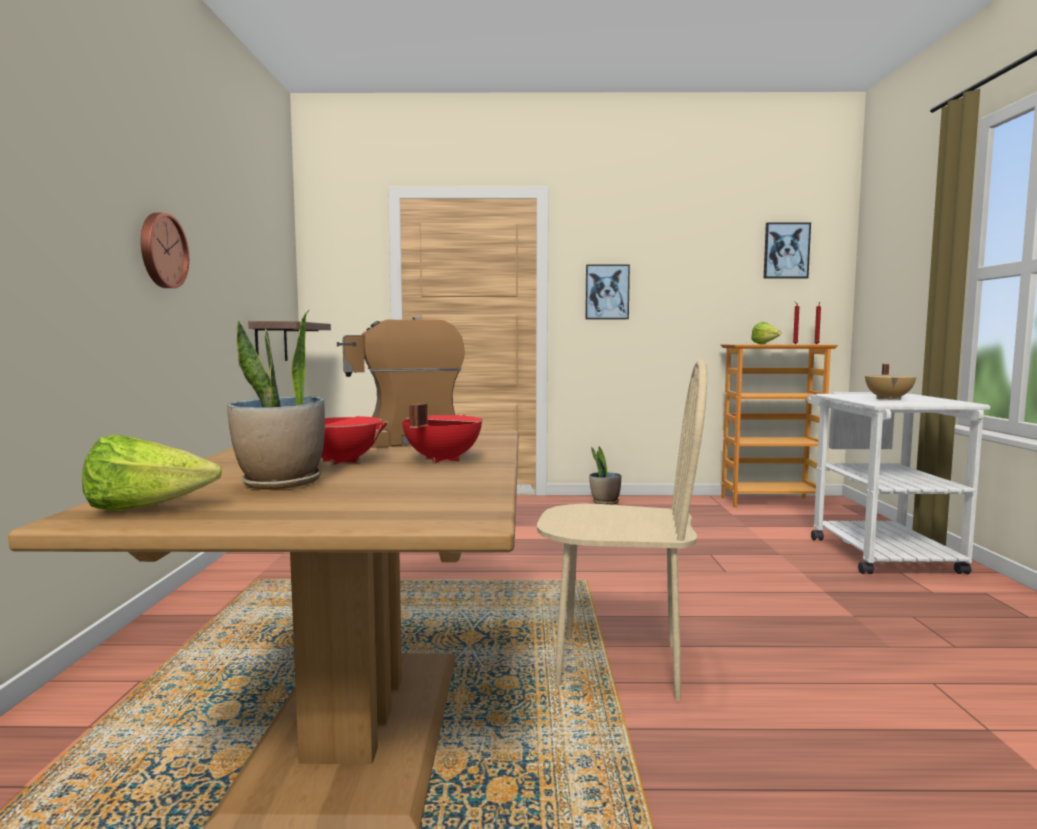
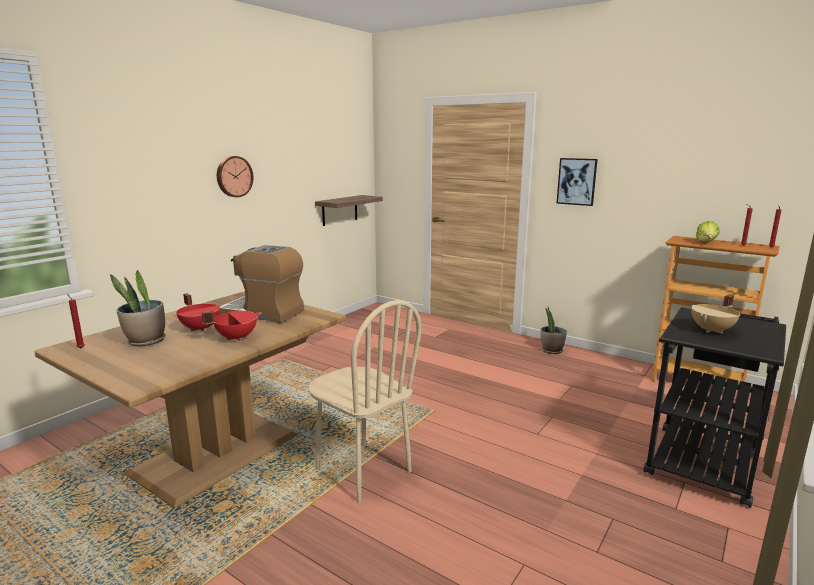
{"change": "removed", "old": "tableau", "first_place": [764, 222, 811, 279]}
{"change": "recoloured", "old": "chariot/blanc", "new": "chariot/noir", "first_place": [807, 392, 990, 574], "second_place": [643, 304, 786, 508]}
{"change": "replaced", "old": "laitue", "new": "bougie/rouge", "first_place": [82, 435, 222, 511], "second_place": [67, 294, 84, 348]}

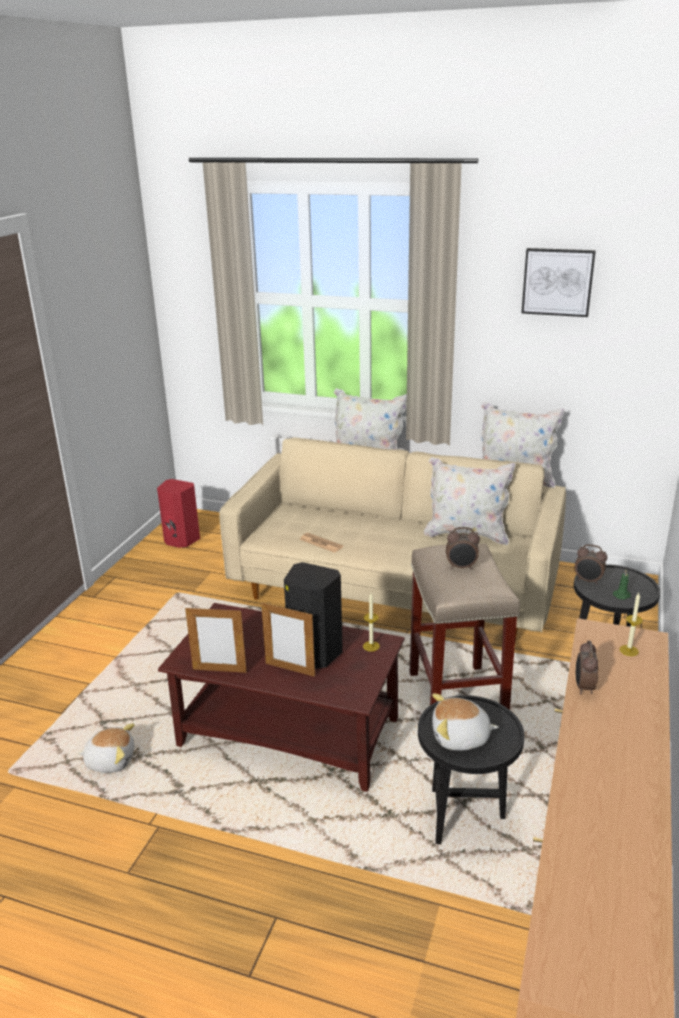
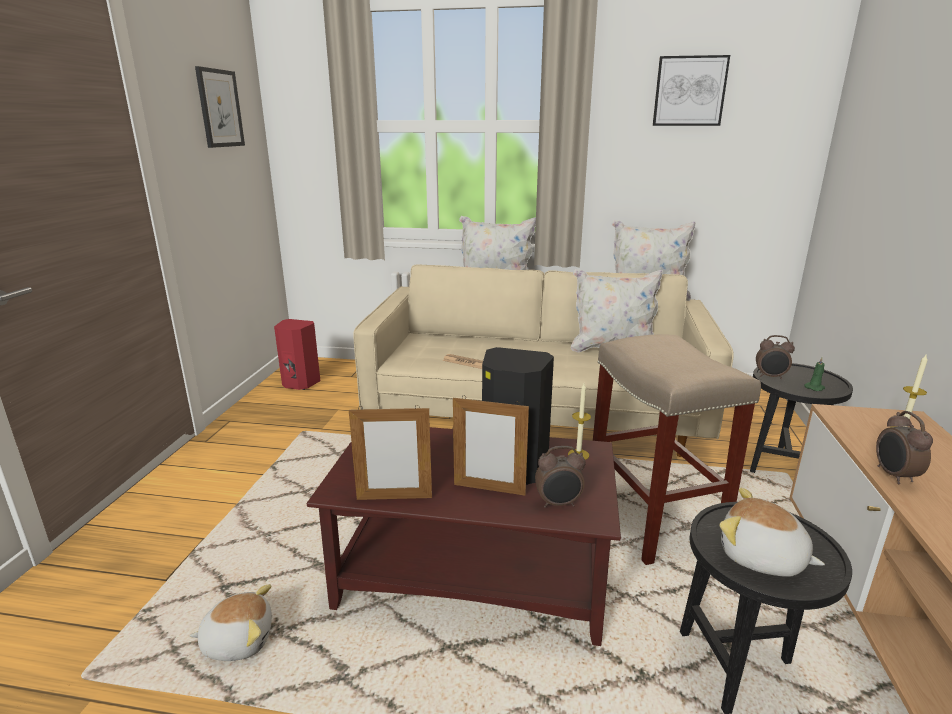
{"change": "moved", "old": "réveil", "first_place": [446, 527, 480, 570], "second_place": [535, 446, 586, 508]}
{"change": "turned", "old": "peluche", "first_place": [432, 693, 499, 750], "second_place": [720, 488, 825, 577], "degrees": 45}
{"change": "added", "new": "tableau", "second_place": [195, 66, 245, 148]}

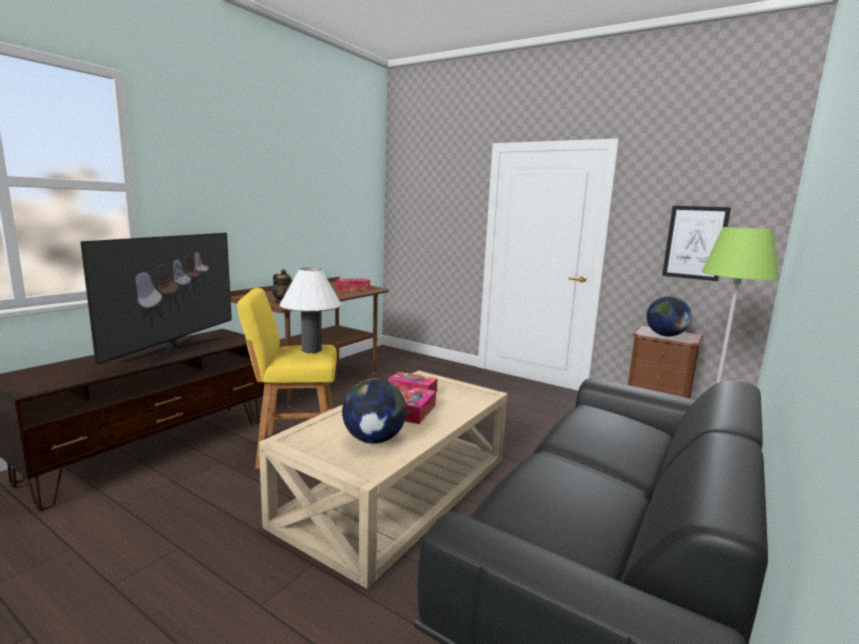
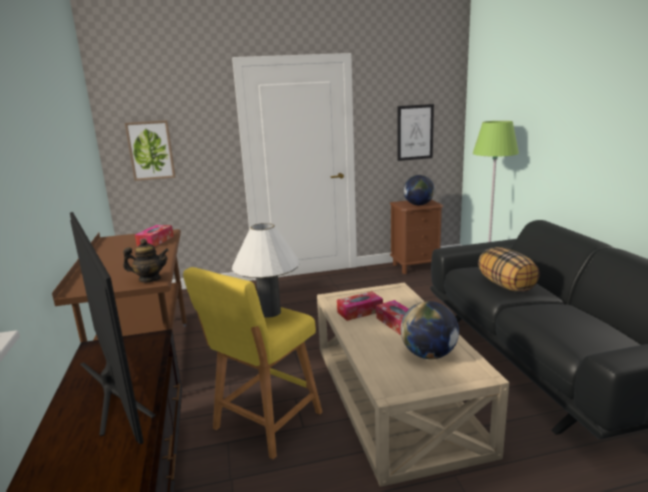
{"change": "added", "new": "tableau", "second_place": [125, 120, 176, 181]}
{"change": "added", "new": "coussin", "second_place": [478, 247, 540, 292]}

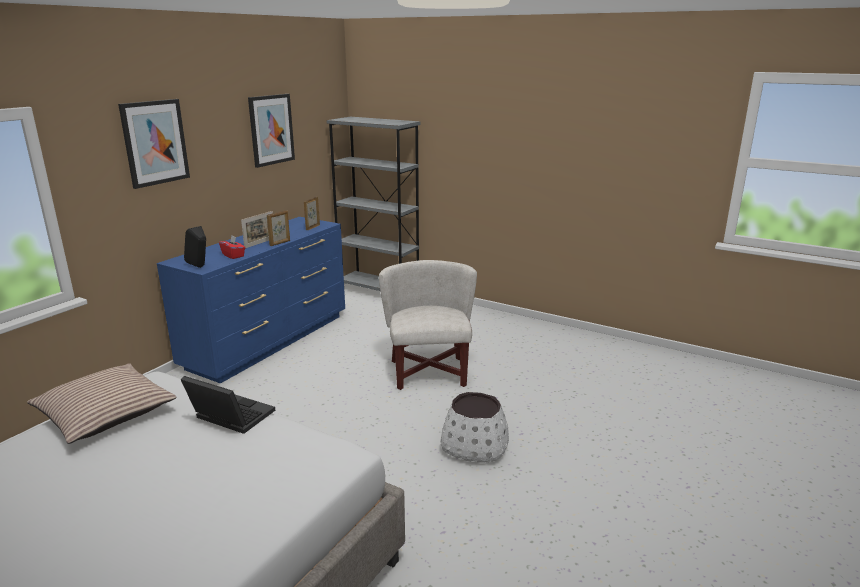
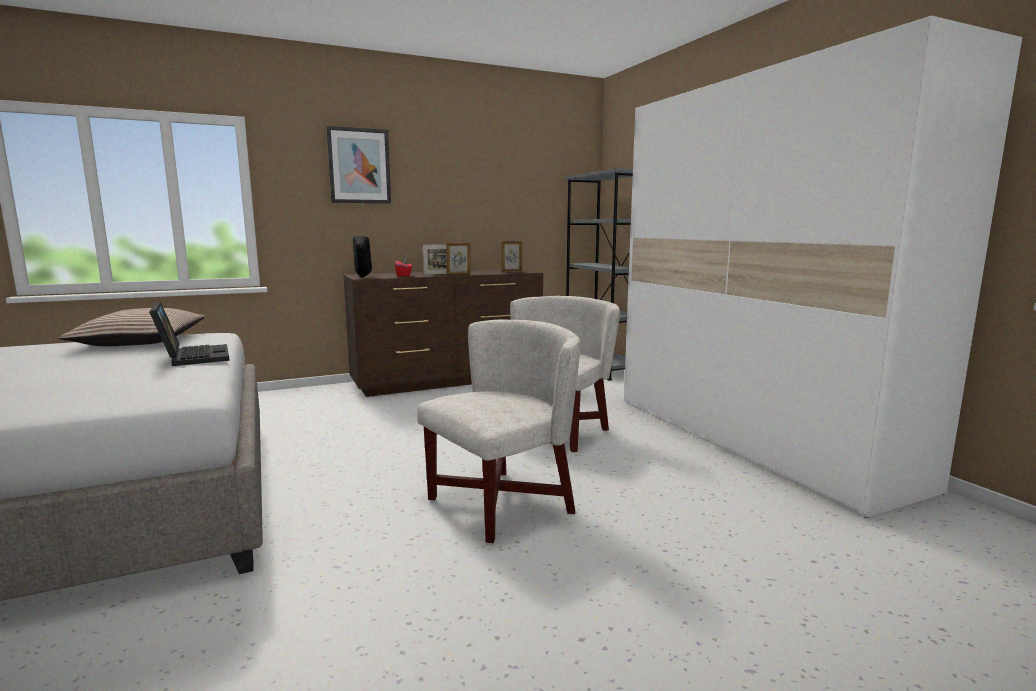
{"change": "removed", "old": "tableau", "first_place": [248, 94, 295, 168]}
{"change": "recoloured", "old": "commode/bleu", "new": "commode/marron", "first_place": [157, 217, 345, 383], "second_place": [343, 269, 543, 397]}
{"change": "replaced", "old": "cache-pot/blanc", "new": "fauteuil/blanc", "first_place": [441, 392, 509, 463], "second_place": [417, 320, 580, 543]}
{"change": "added", "new": "armoire/blanc", "second_place": [624, 16, 1022, 518]}

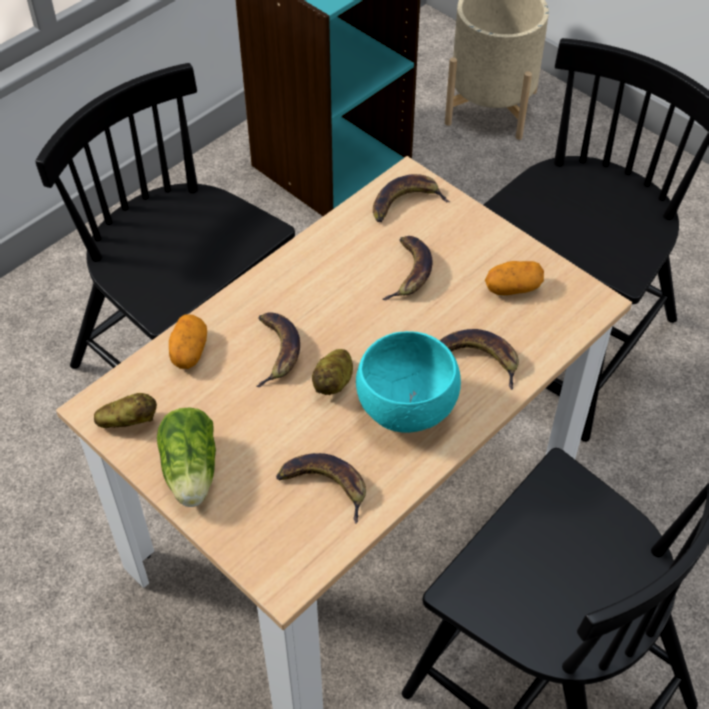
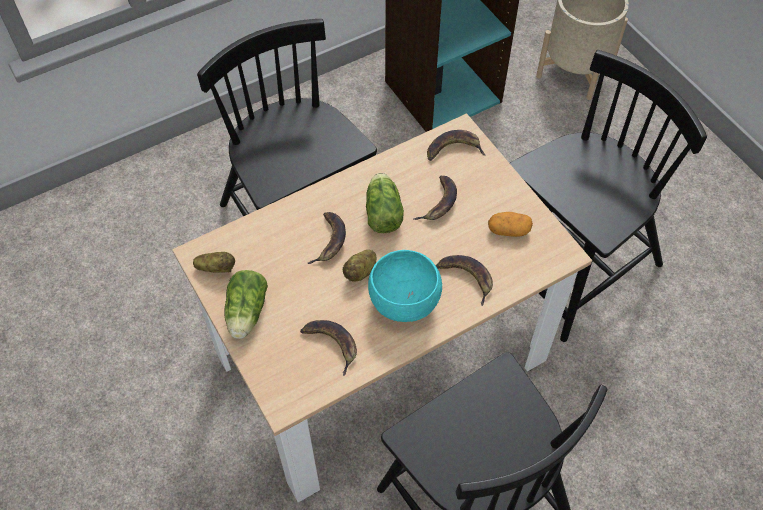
{"change": "removed", "old": "pomme de terre", "first_place": [169, 314, 207, 369]}
{"change": "added", "new": "laitue", "second_place": [366, 173, 404, 233]}

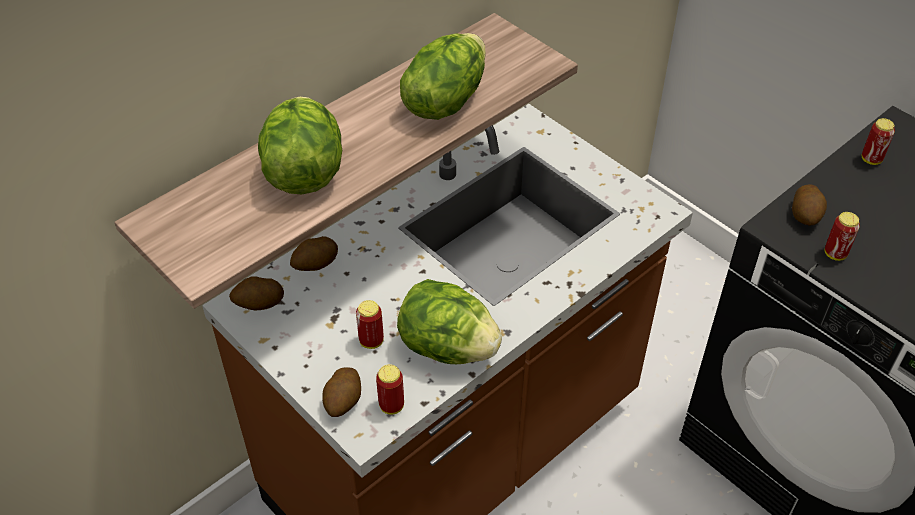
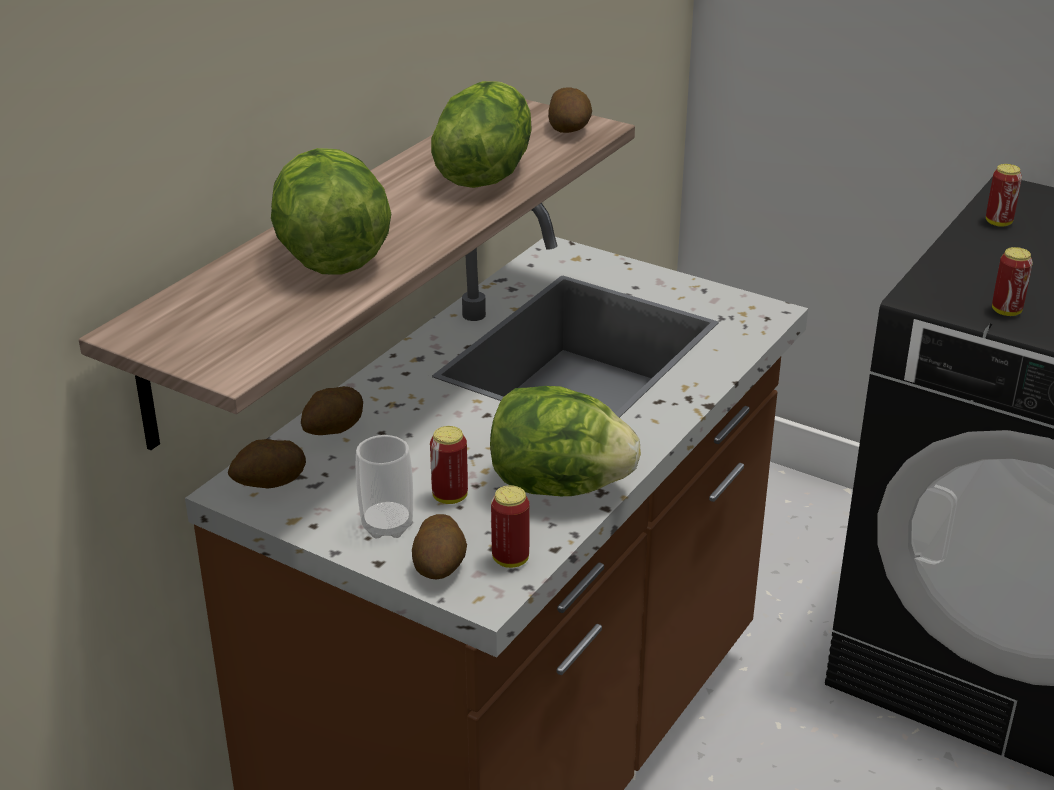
{"change": "moved", "old": "pomme de terre", "first_place": [792, 184, 827, 226], "second_place": [548, 87, 592, 133]}
{"change": "added", "new": "tasse", "second_place": [356, 435, 413, 539]}

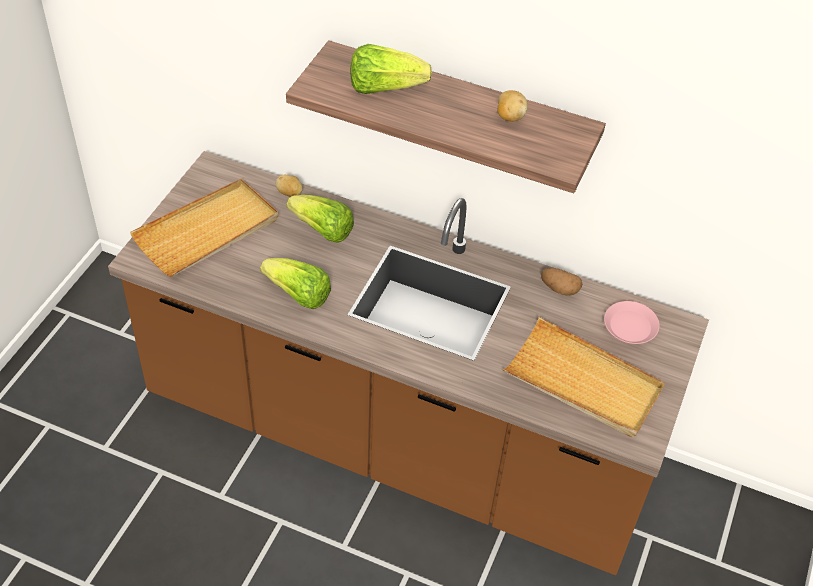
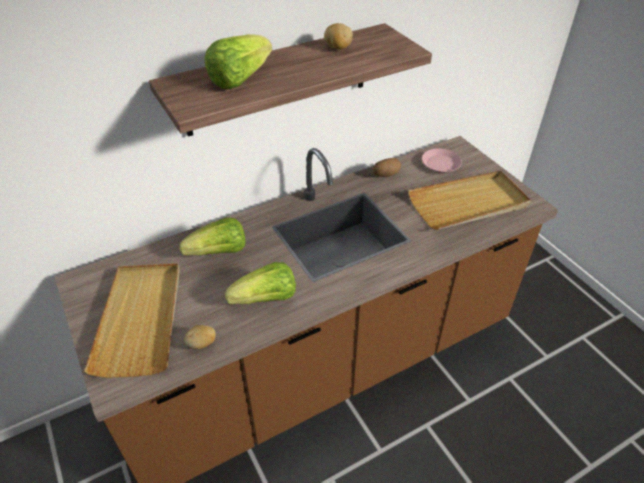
{"change": "moved", "old": "pomme de terre", "first_place": [276, 175, 303, 197], "second_place": [184, 325, 216, 349]}

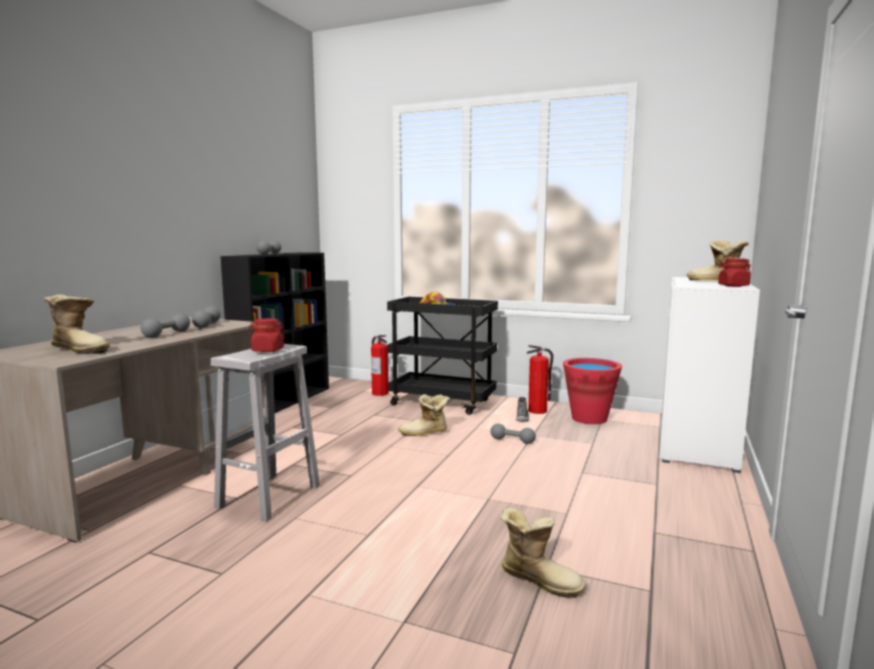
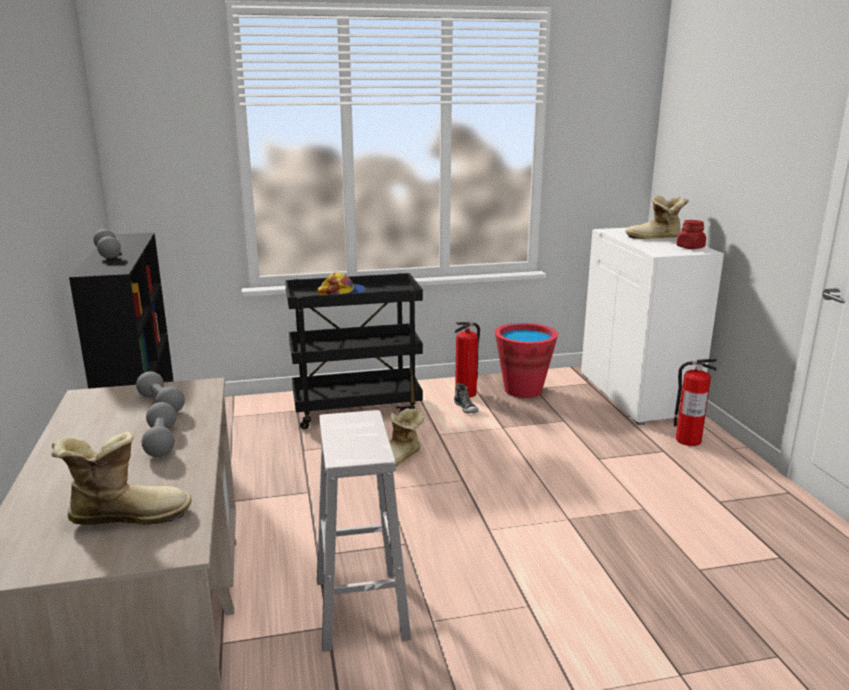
{"change": "removed", "old": "bocal/rouge", "first_place": [249, 318, 285, 352]}
{"change": "moved", "old": "extincteur", "first_place": [371, 335, 389, 396], "second_place": [673, 359, 717, 446]}
{"change": "removed", "old": "haltère/gris", "first_place": [491, 424, 536, 444]}
{"change": "removed", "old": "botte", "first_place": [500, 508, 586, 598]}

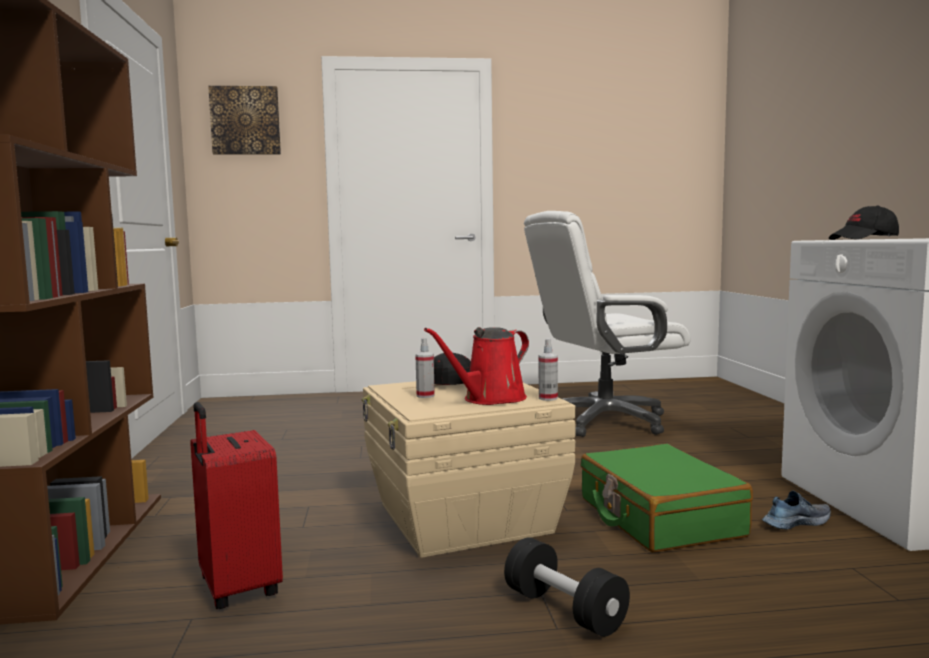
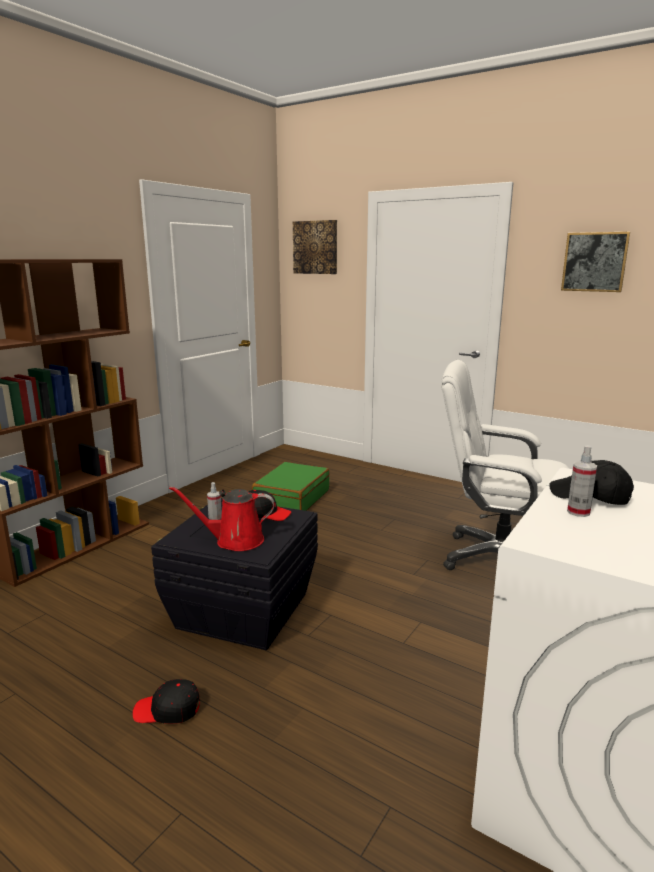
{"change": "moved", "old": "vaporisateur", "first_place": [539, 338, 558, 401], "second_place": [567, 445, 597, 517]}
{"change": "recoloured", "old": "boîte de rangement/beige", "new": "boîte de rangement/noir", "first_place": [362, 381, 576, 558], "second_place": [151, 498, 318, 650]}
{"change": "removed", "old": "valise/rouge", "first_place": [190, 402, 283, 609]}
{"change": "moved", "old": "valise/vert", "first_place": [581, 444, 753, 552], "second_place": [252, 462, 329, 511]}
{"change": "removed", "old": "chaussure", "first_place": [762, 491, 831, 530]}
{"change": "replaced", "old": "haltère/noir", "new": "casquette/noir", "first_place": [504, 537, 630, 637], "second_place": [132, 679, 200, 724]}
{"change": "added", "new": "tableau", "second_place": [561, 232, 630, 292]}

